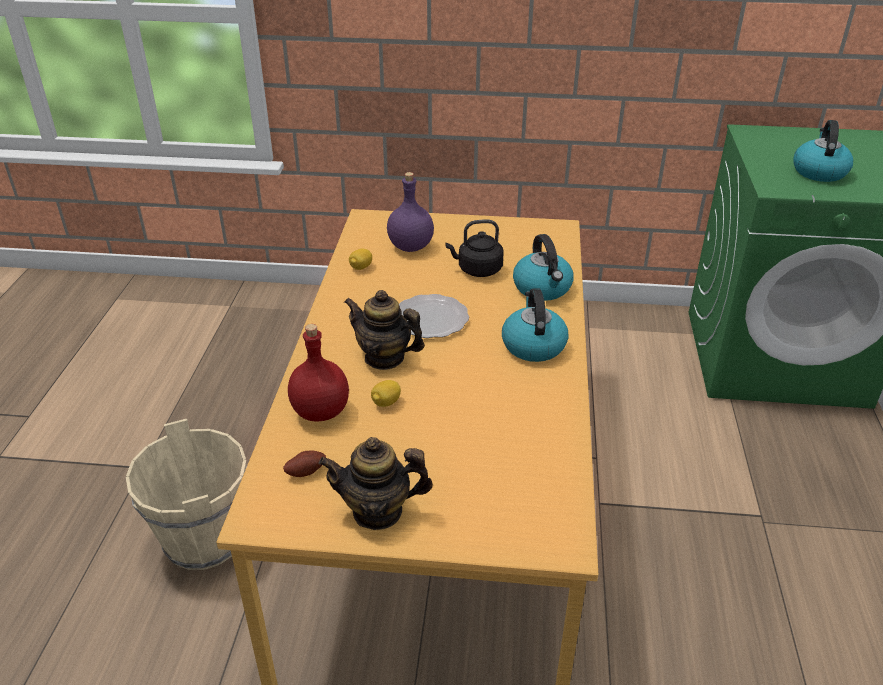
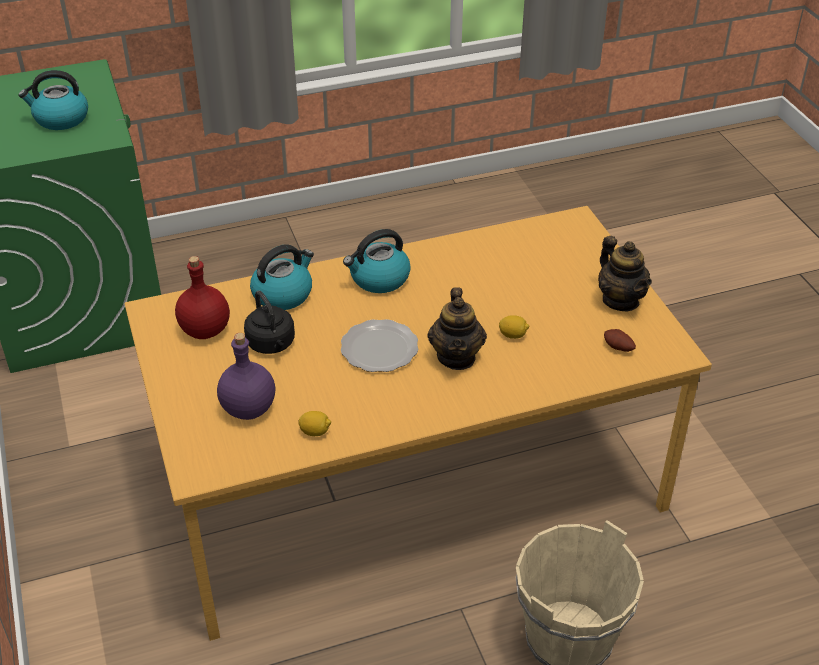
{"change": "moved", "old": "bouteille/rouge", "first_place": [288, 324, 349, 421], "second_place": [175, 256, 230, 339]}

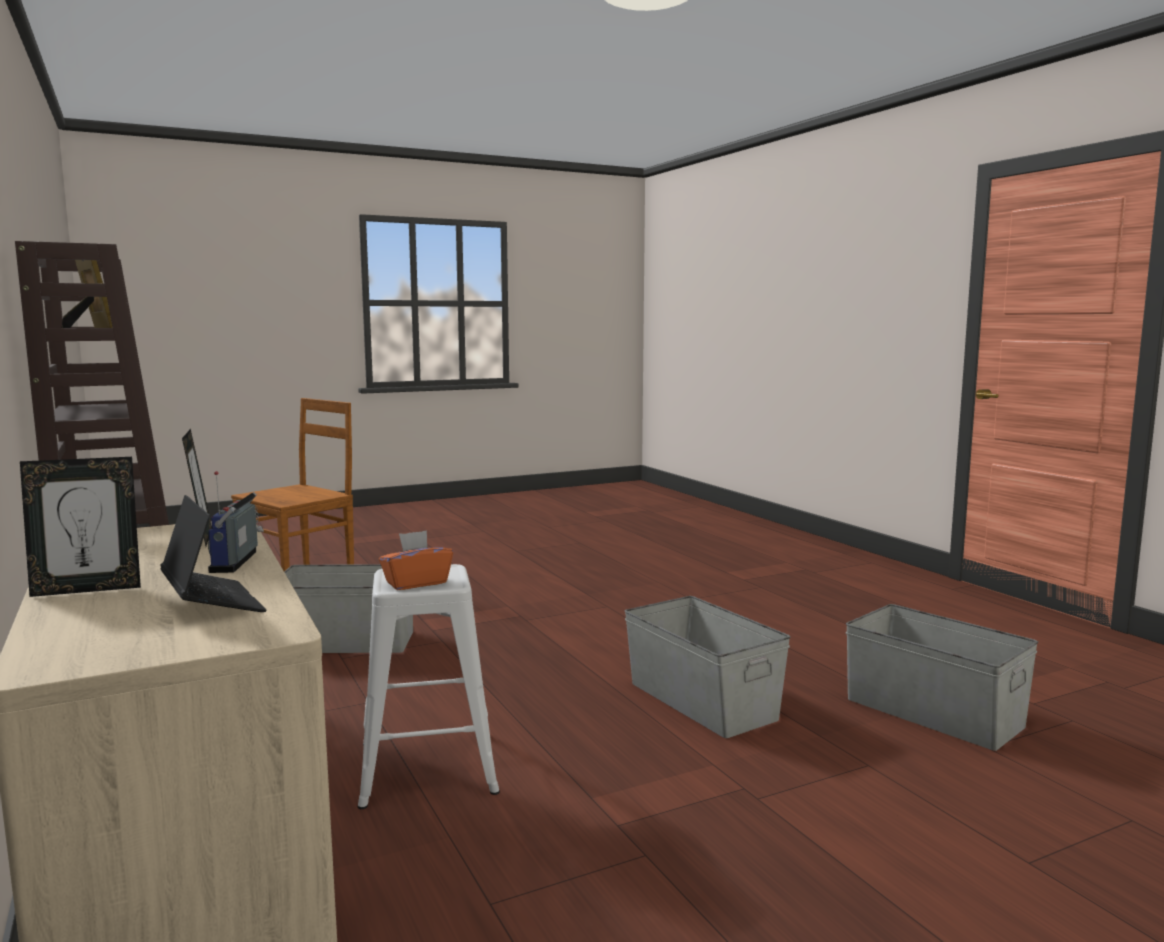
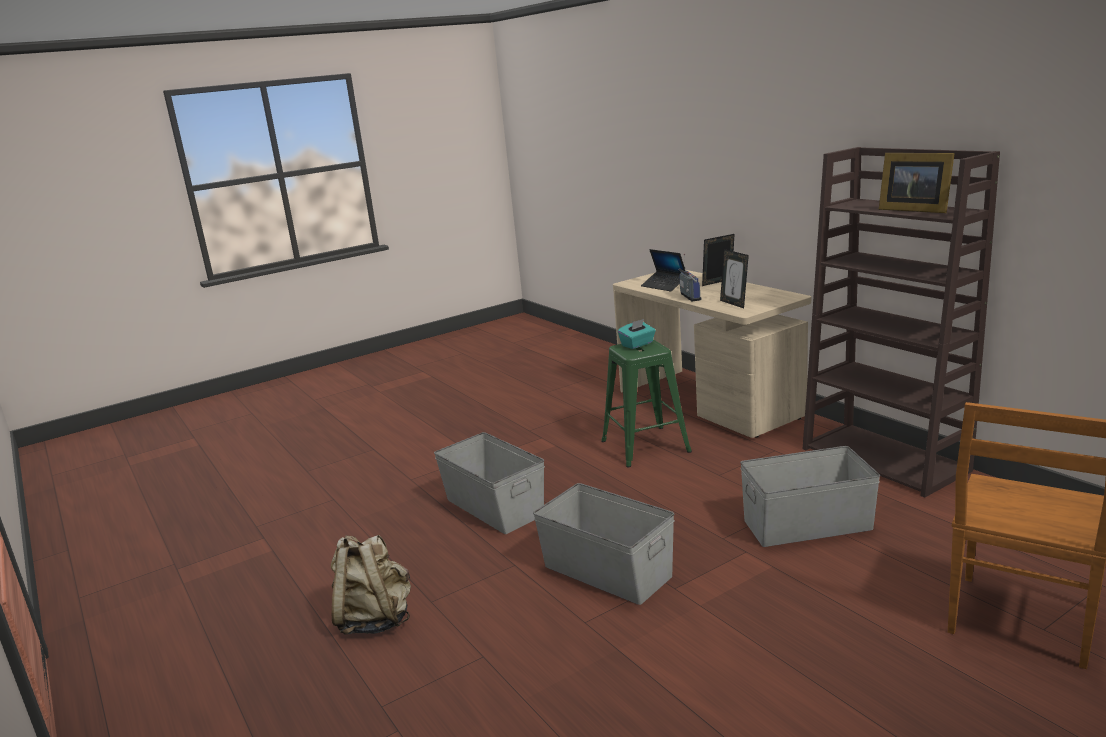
{"change": "recoloured", "old": "boîte à mouchoirs/orange", "new": "boîte à mouchoirs/turquoise", "first_place": [379, 530, 453, 590], "second_place": [618, 319, 656, 349]}
{"change": "recoloured", "old": "tabouret/blanc", "new": "tabouret/vert", "first_place": [358, 564, 500, 809], "second_place": [601, 339, 692, 468]}
{"change": "moved", "old": "boîte de rangement/gris", "first_place": [846, 604, 1038, 751], "second_place": [533, 483, 675, 605]}
{"change": "added", "new": "sac à dos/beige", "second_place": [331, 535, 411, 635]}

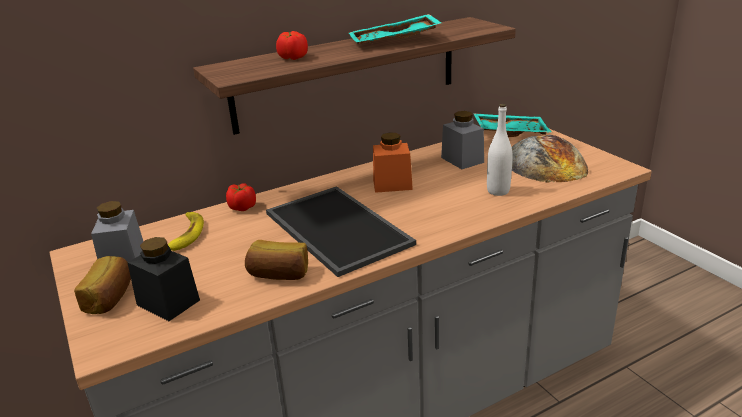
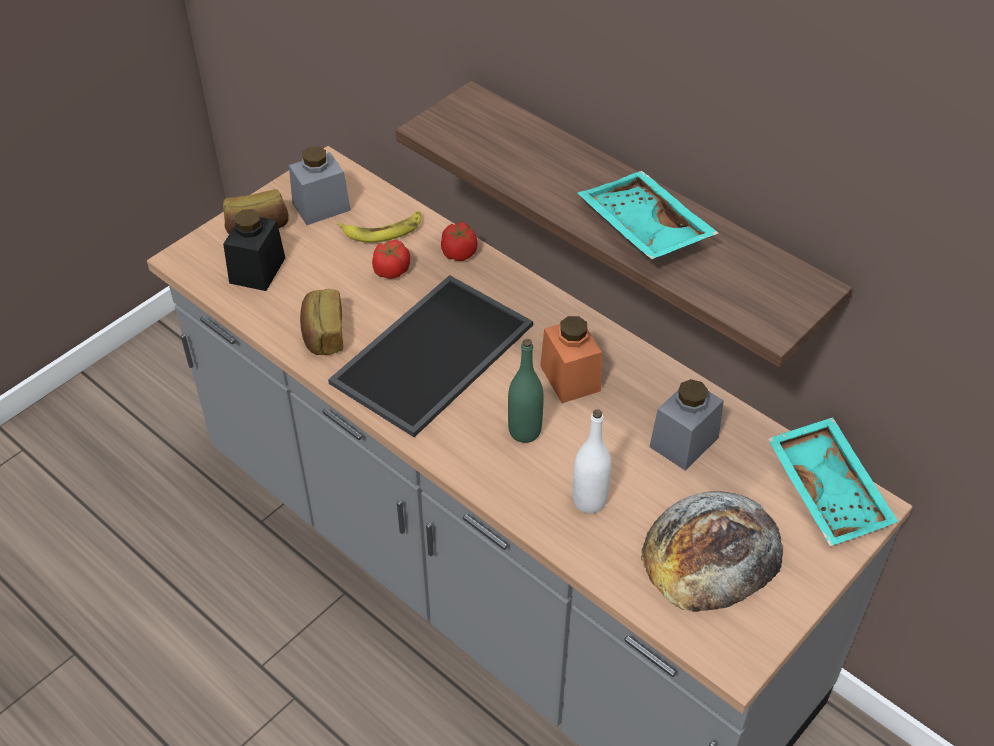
{"change": "moved", "old": "tomate", "first_place": [276, 31, 308, 60], "second_place": [372, 240, 410, 279]}
{"change": "added", "new": "bouteille/vert", "second_place": [508, 339, 544, 443]}

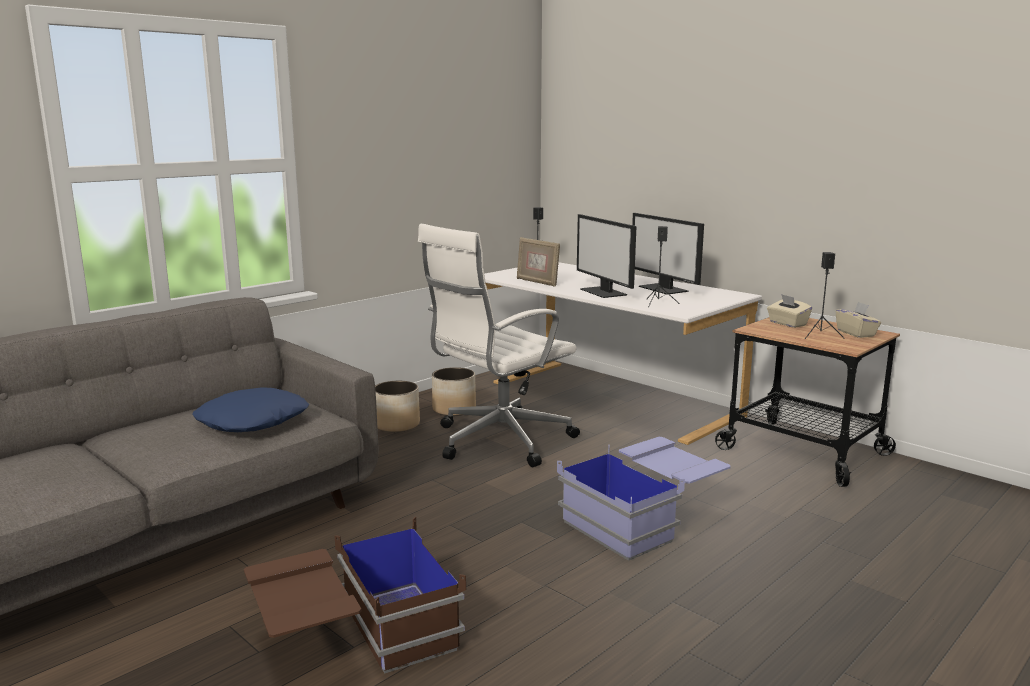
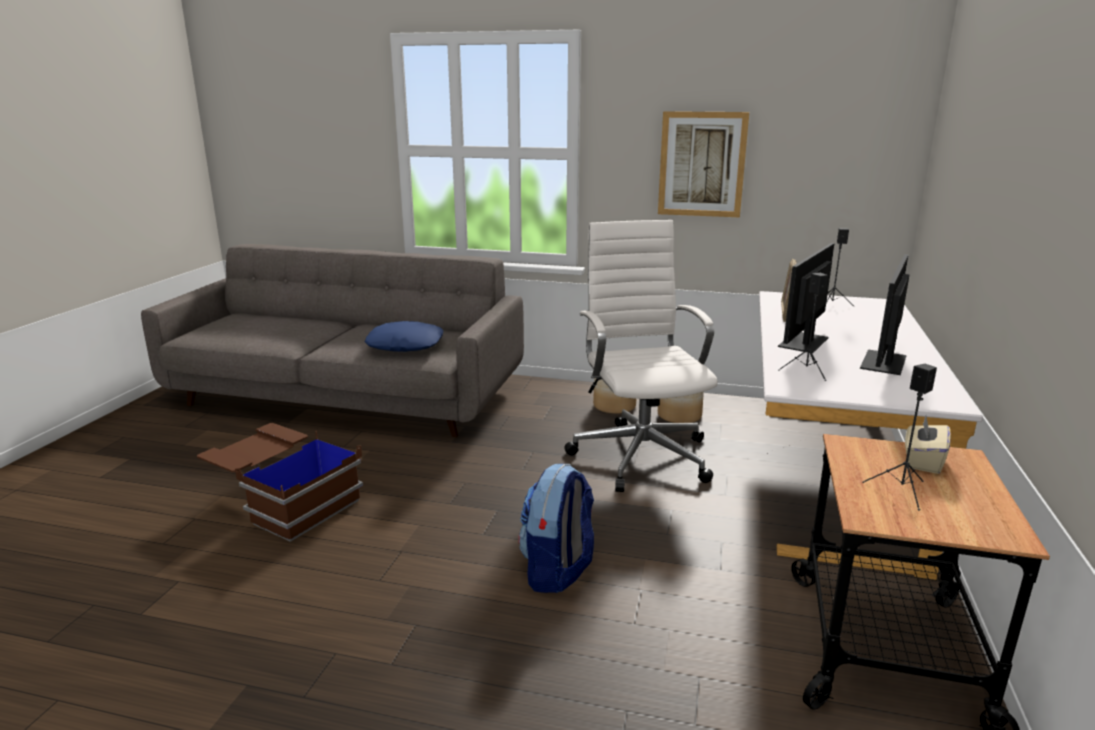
{"change": "turned", "old": "chaise de bureau/blanc", "first_place": [418, 224, 580, 467], "second_place": [564, 220, 718, 492], "degrees": 60}
{"change": "removed", "old": "boîte à mouchoirs/beige", "first_place": [836, 302, 881, 338]}
{"change": "replaced", "old": "boîte de rangement/bleu", "new": "sac à dos", "first_place": [557, 437, 731, 561], "second_place": [519, 464, 594, 593]}
{"change": "added", "new": "tableau", "second_place": [658, 111, 749, 217]}

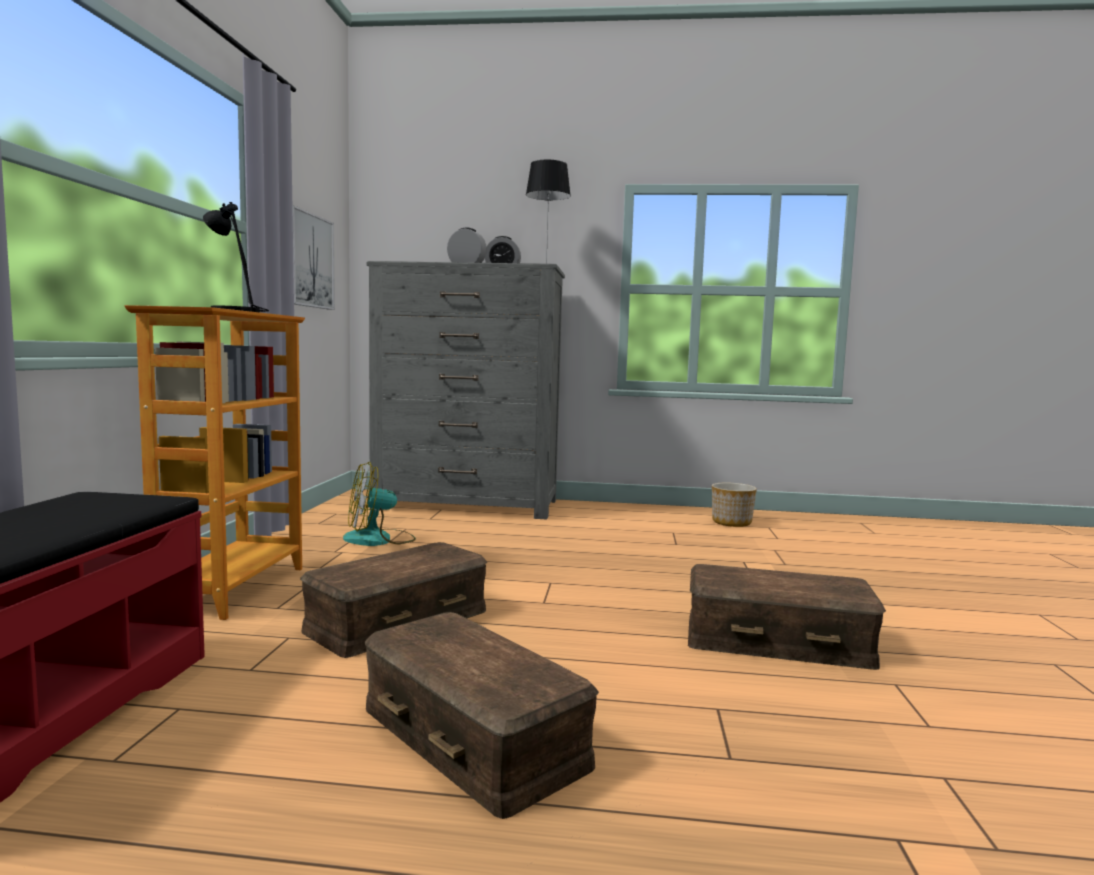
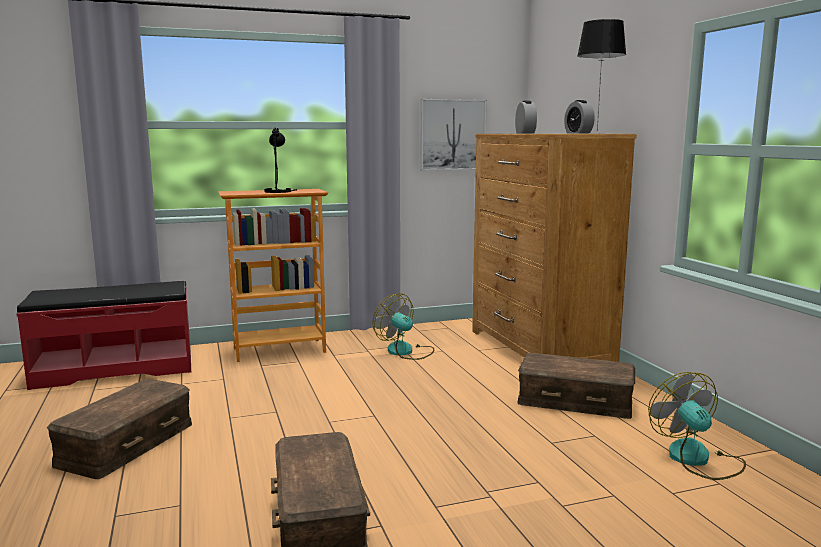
{"change": "recoloured", "old": "commode/gris", "new": "commode/marron", "first_place": [367, 261, 565, 520], "second_place": [472, 134, 637, 362]}
{"change": "replaced", "old": "cache-pot", "new": "ventilateur", "first_place": [712, 483, 757, 527], "second_place": [648, 372, 746, 480]}
{"change": "moved", "old": "boîte de rangement/marron", "first_place": [300, 542, 487, 658], "second_place": [517, 353, 635, 419]}

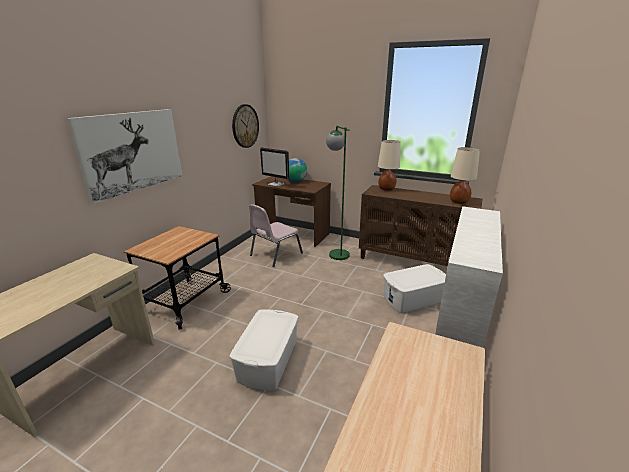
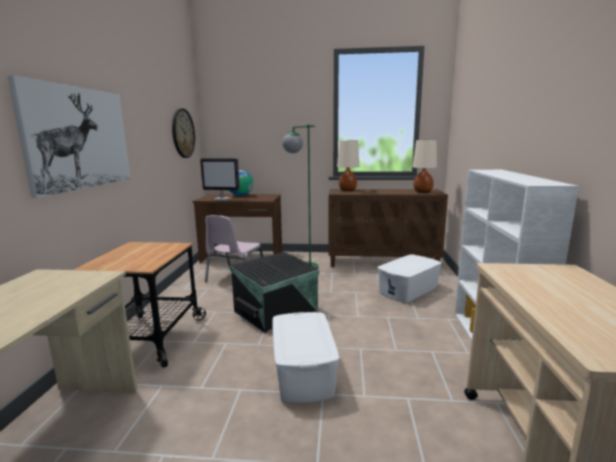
{"change": "added", "new": "boîte de rangement/noir", "second_place": [230, 252, 319, 333]}

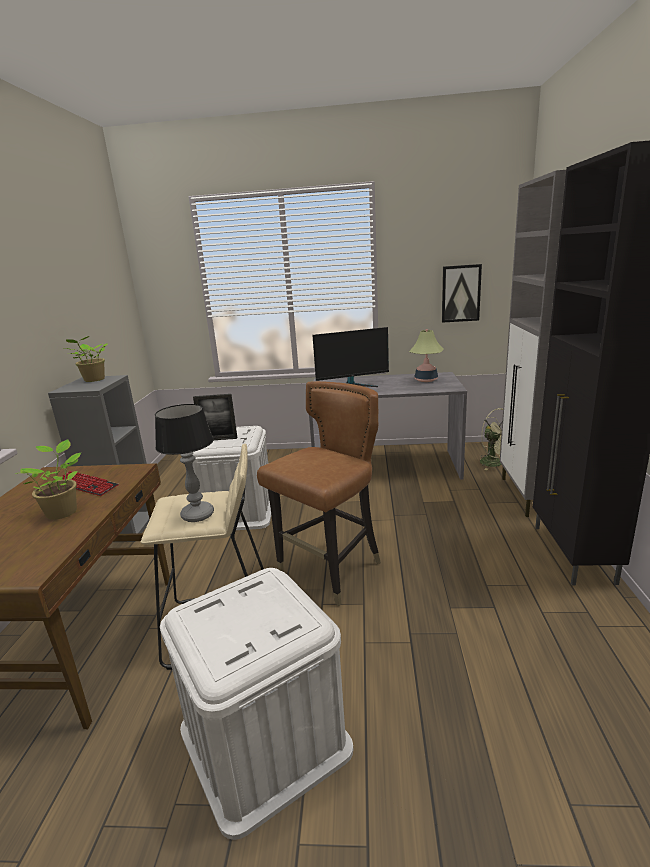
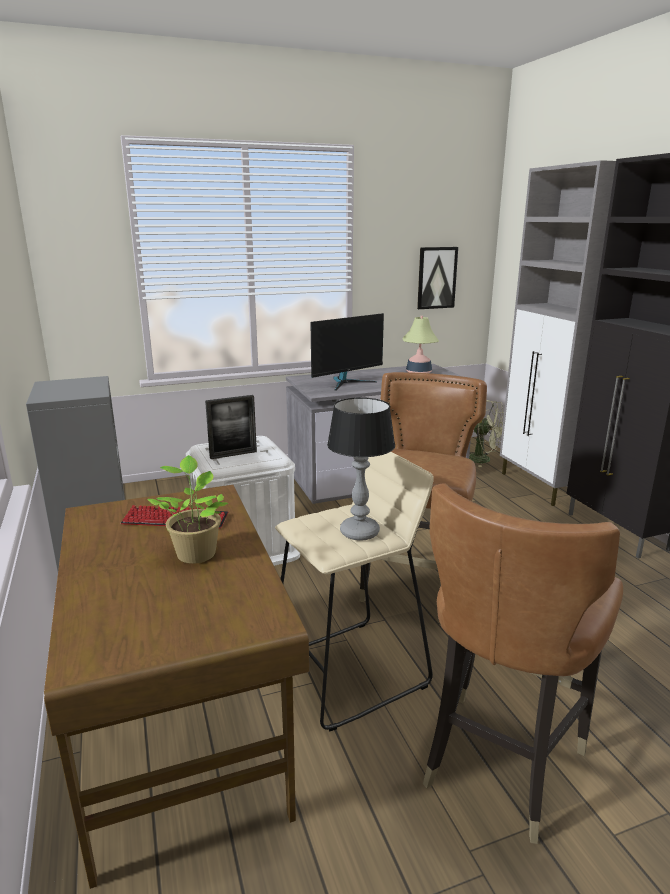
{"change": "removed", "old": "plante en pot", "first_place": [65, 336, 108, 382]}
{"change": "replaced", "old": "boîte de rangement/blanc", "new": "chaise/marron", "first_place": [160, 568, 353, 840], "second_place": [423, 483, 623, 844]}

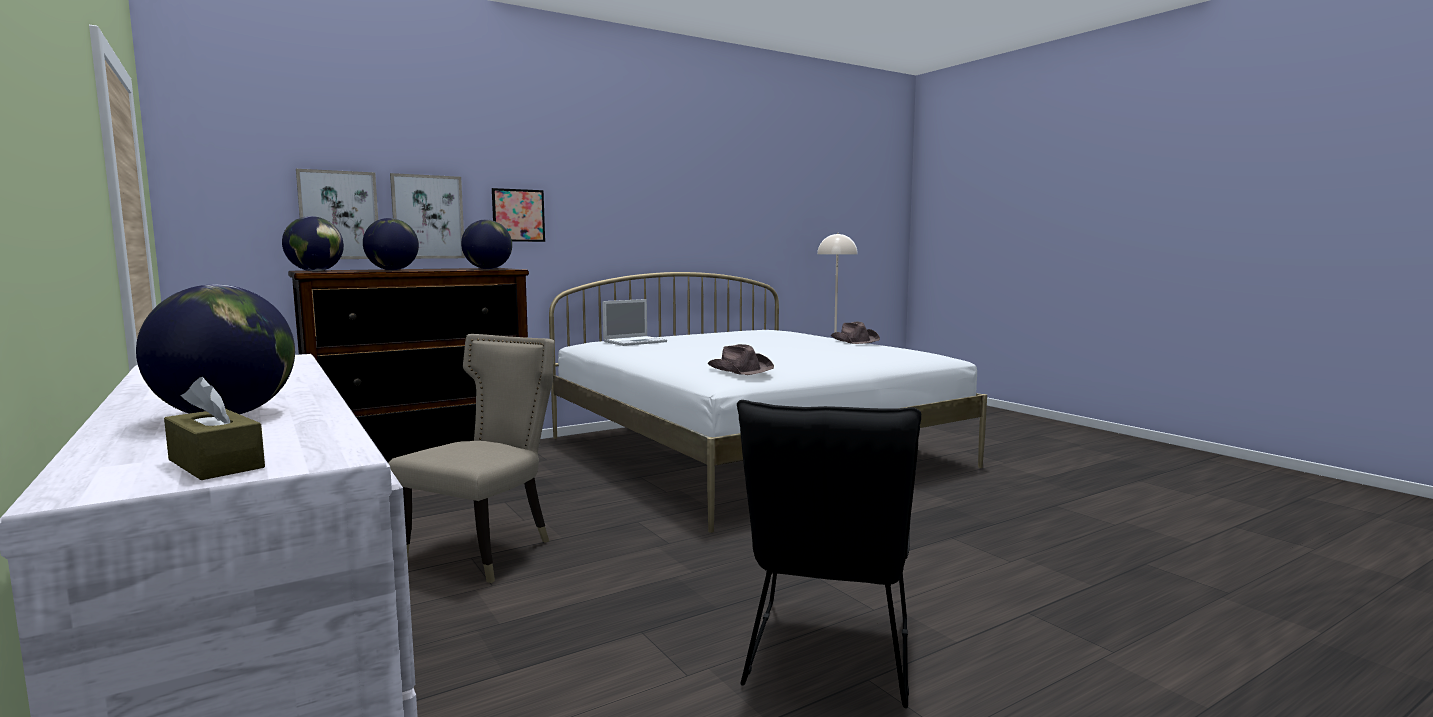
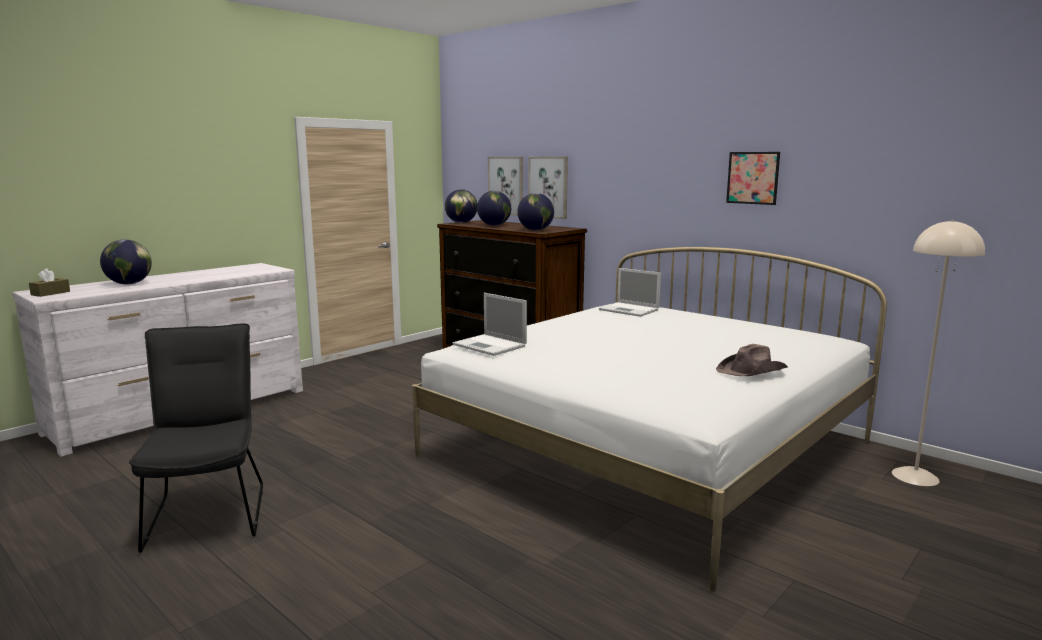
{"change": "moved", "old": "tableau", "first_place": [492, 188, 545, 242], "second_place": [726, 152, 780, 205]}
{"change": "removed", "old": "chaise/beige", "first_place": [388, 334, 554, 583]}
{"change": "replaced", "old": "chapeau/marron", "new": "ordinateur portable", "first_place": [708, 344, 774, 375], "second_place": [453, 293, 527, 356]}
{"change": "turned", "old": "chaise/noir", "first_place": [737, 400, 921, 708], "second_place": [129, 324, 263, 553], "degrees": 75}

